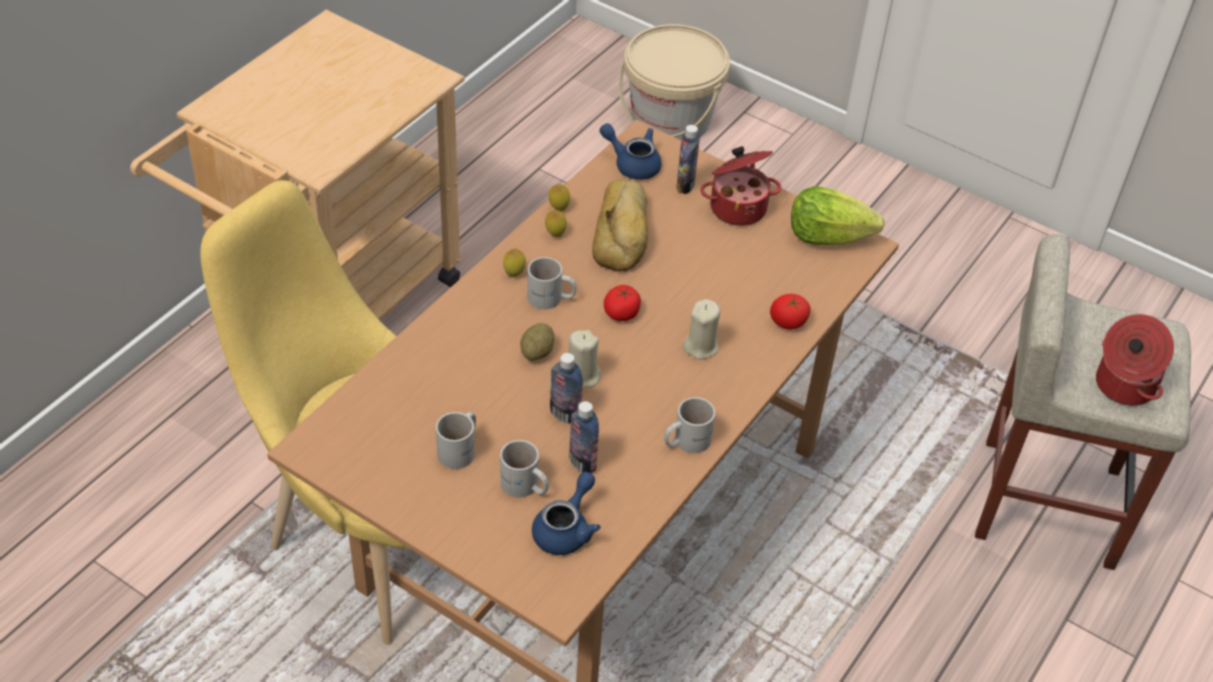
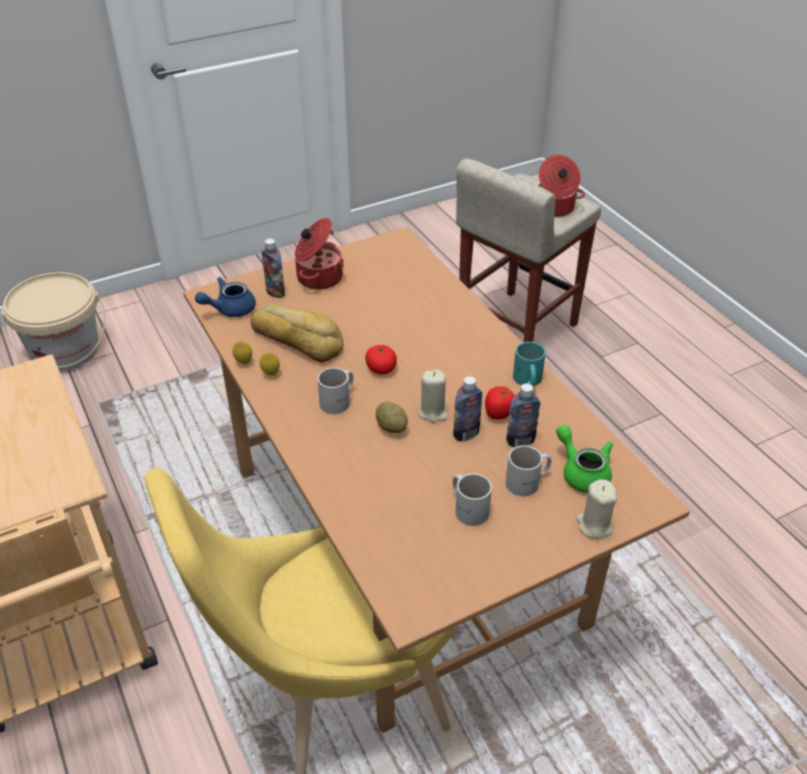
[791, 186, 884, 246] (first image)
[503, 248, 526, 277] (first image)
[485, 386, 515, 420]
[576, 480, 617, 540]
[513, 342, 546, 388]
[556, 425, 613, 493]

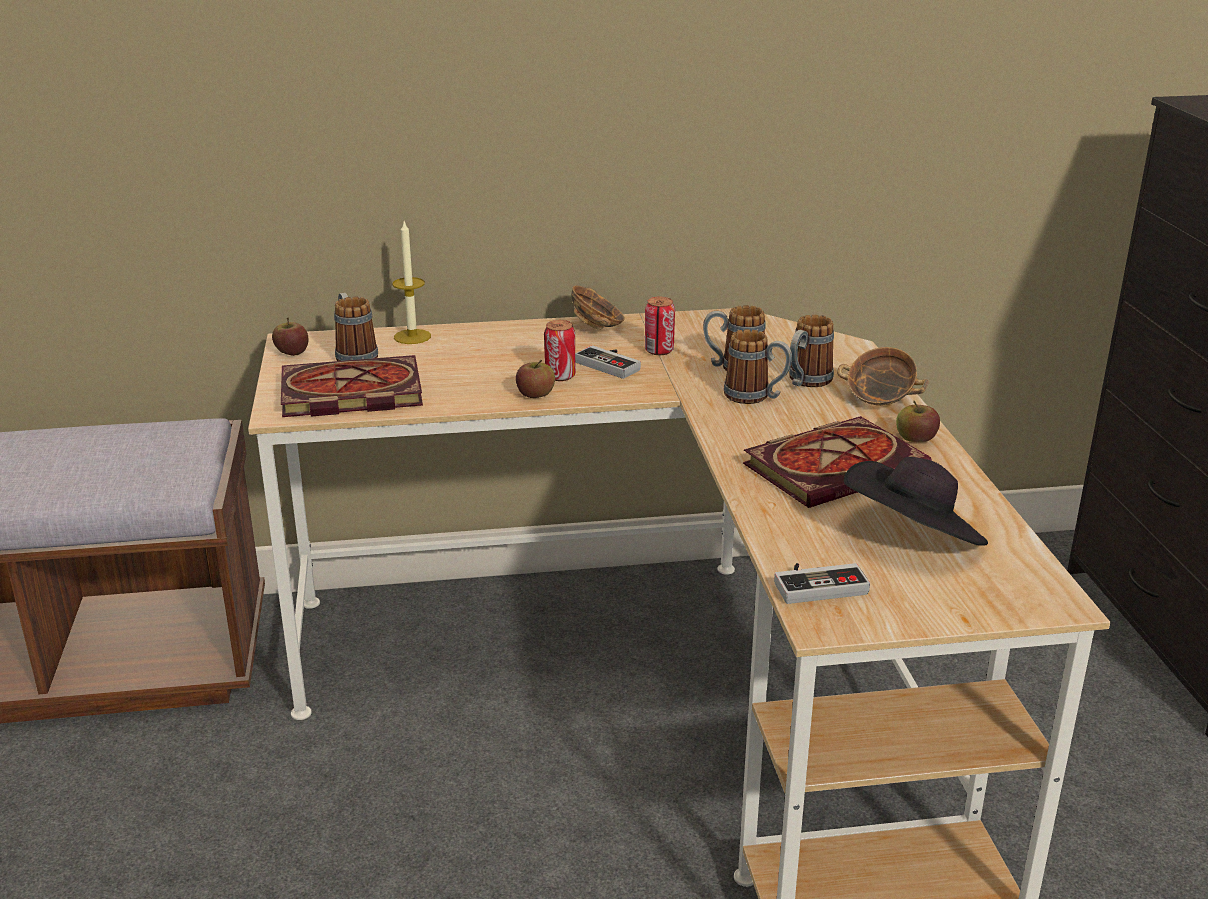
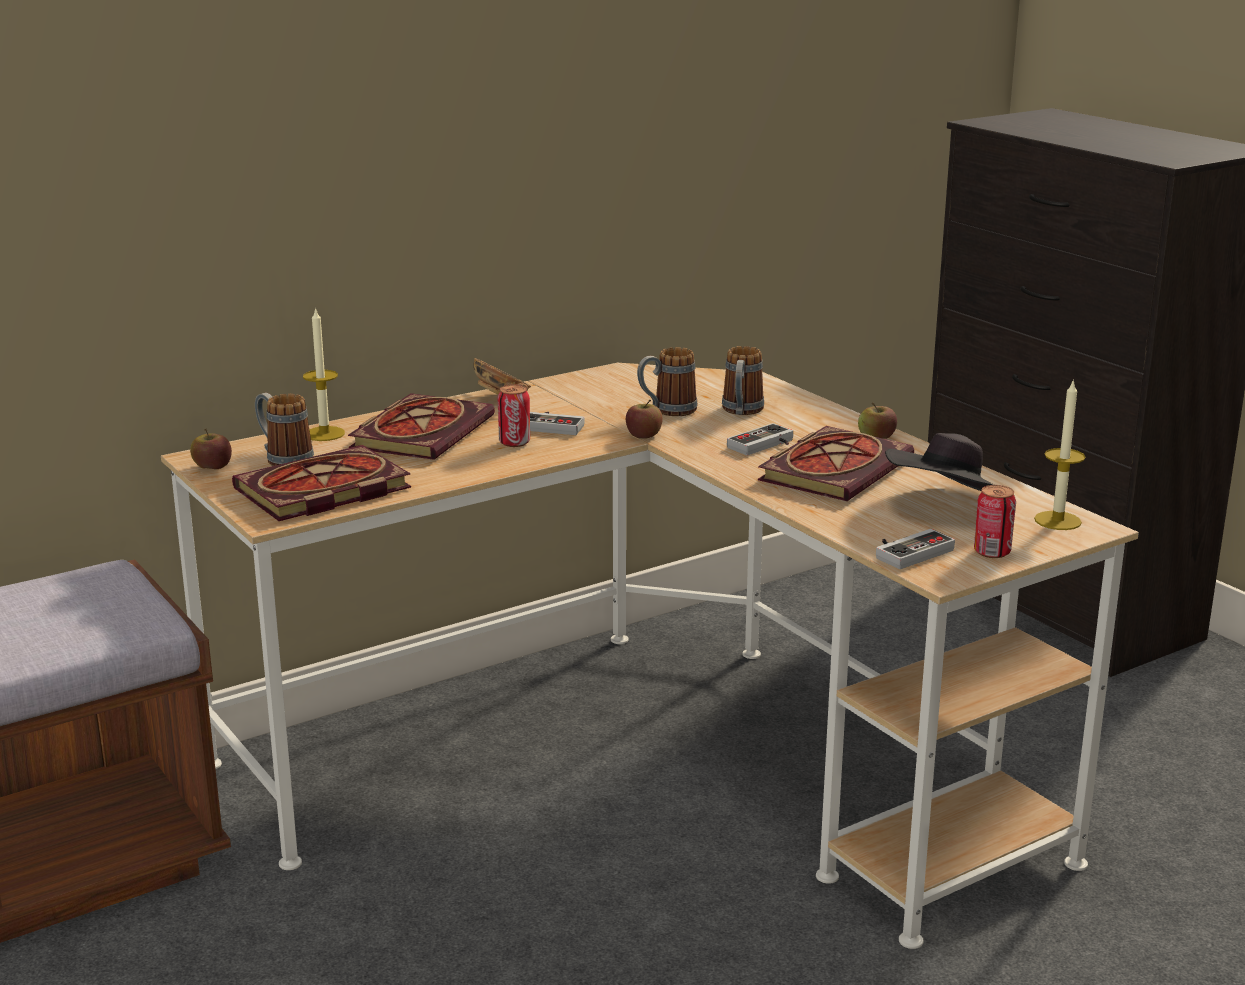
[974, 485, 1016, 558]
[724, 329, 792, 404] (first image)
[837, 347, 929, 405] (first image)
[626, 400, 663, 439]
[1034, 379, 1086, 530]
[348, 393, 495, 460]
[727, 423, 793, 455]

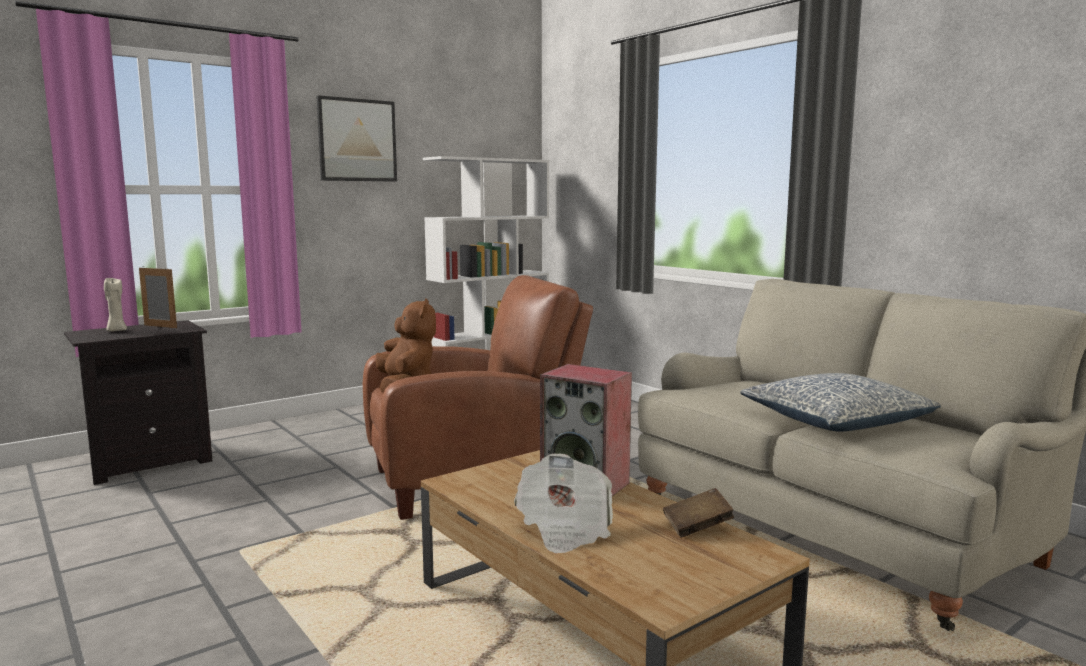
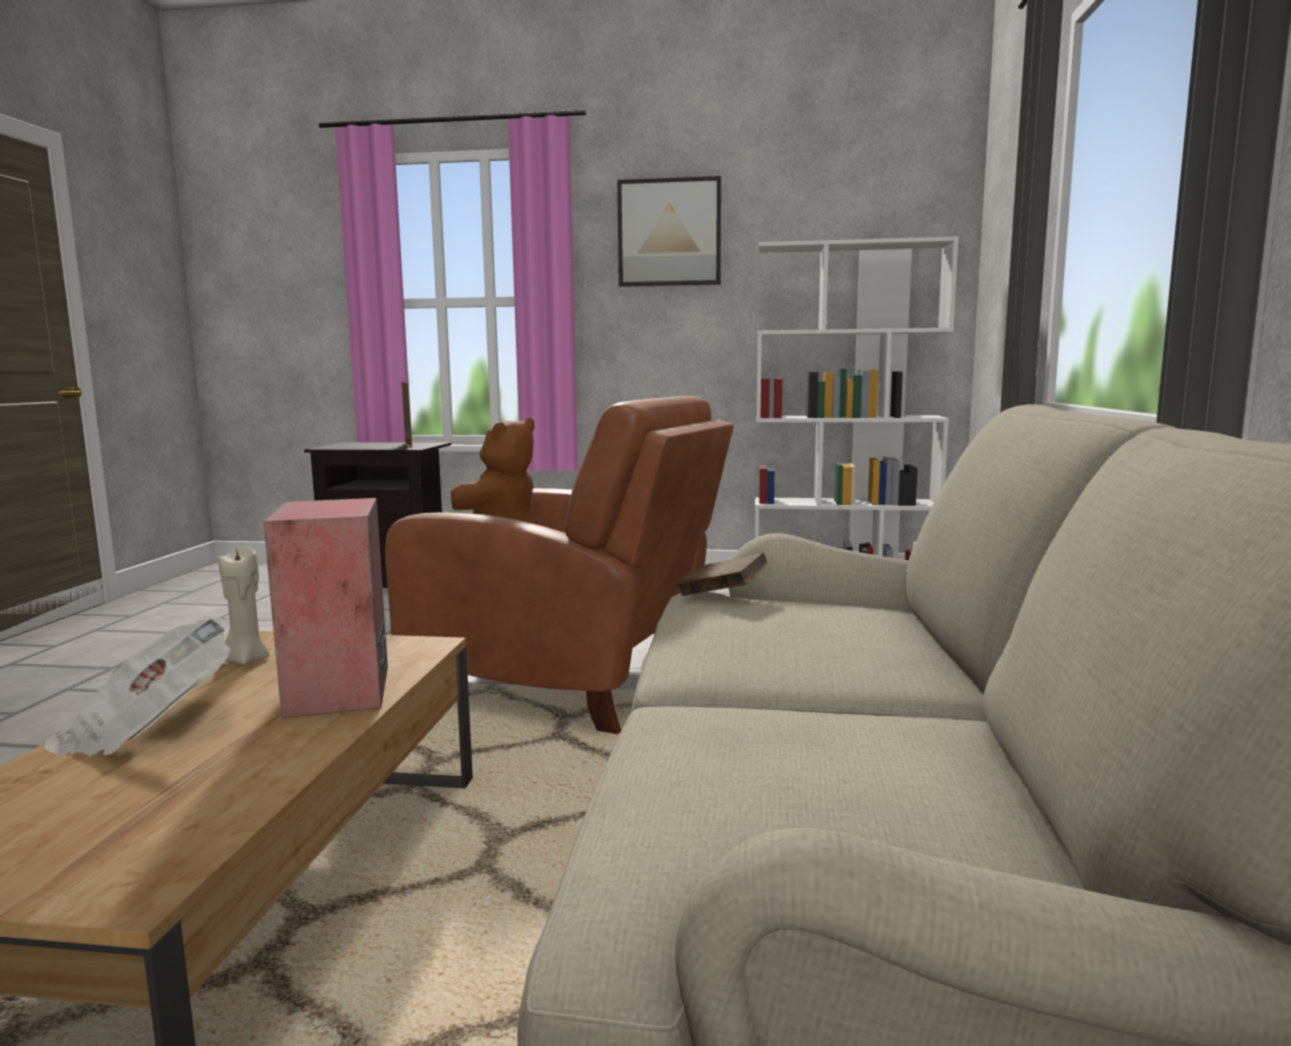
[218, 547, 269, 665]
[740, 373, 941, 432] (first image)
[676, 553, 767, 596]

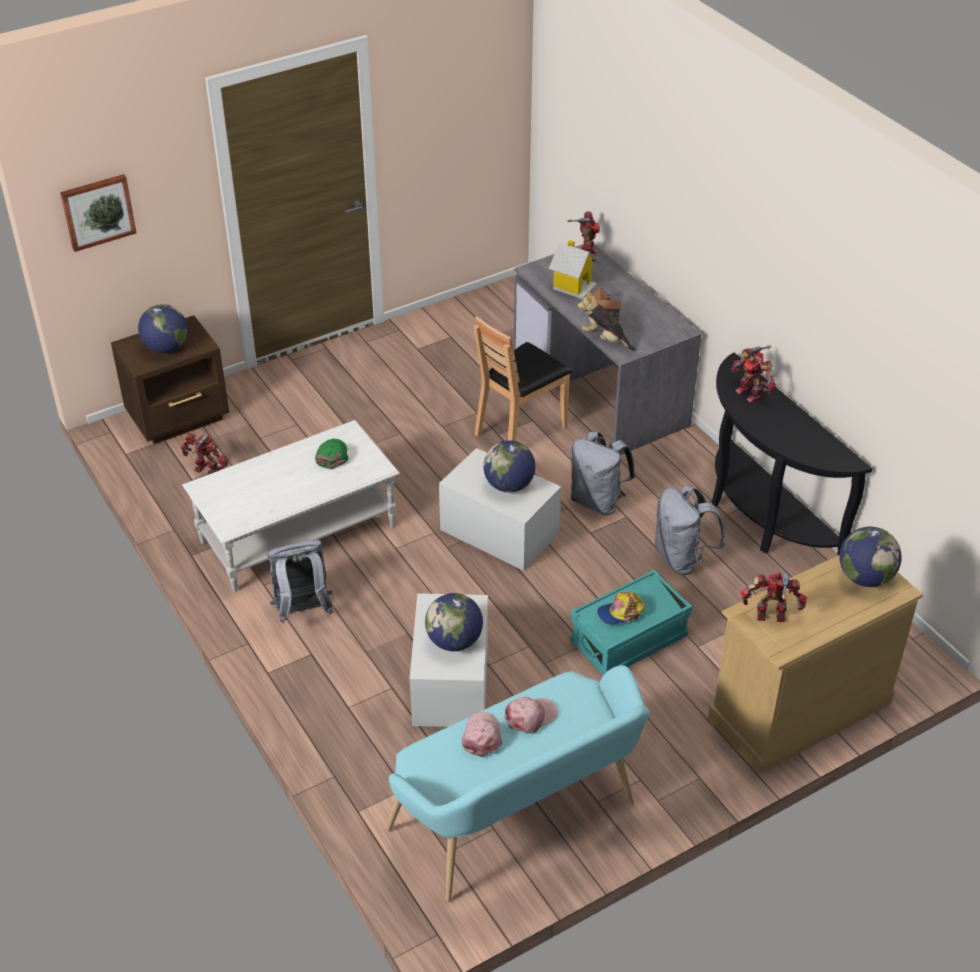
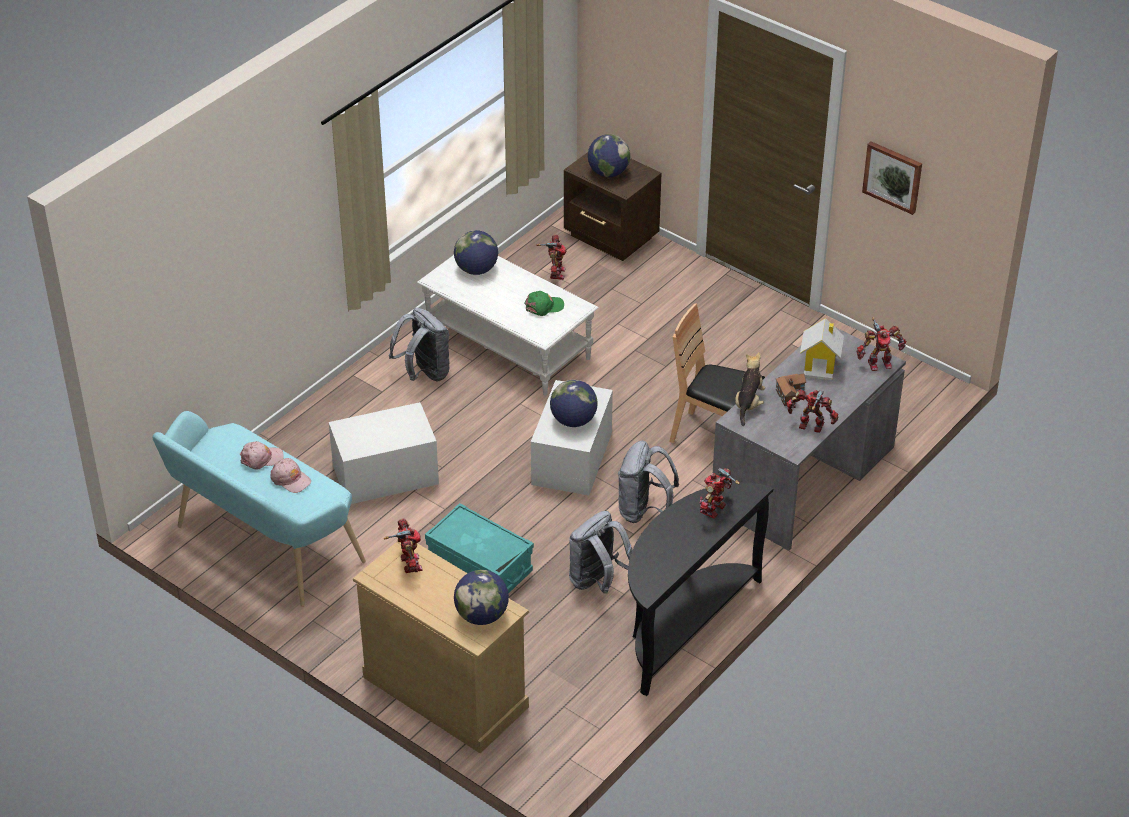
[862, 141, 922, 215]
[597, 592, 645, 625] (first image)
[454, 230, 498, 275]
[787, 389, 838, 433]

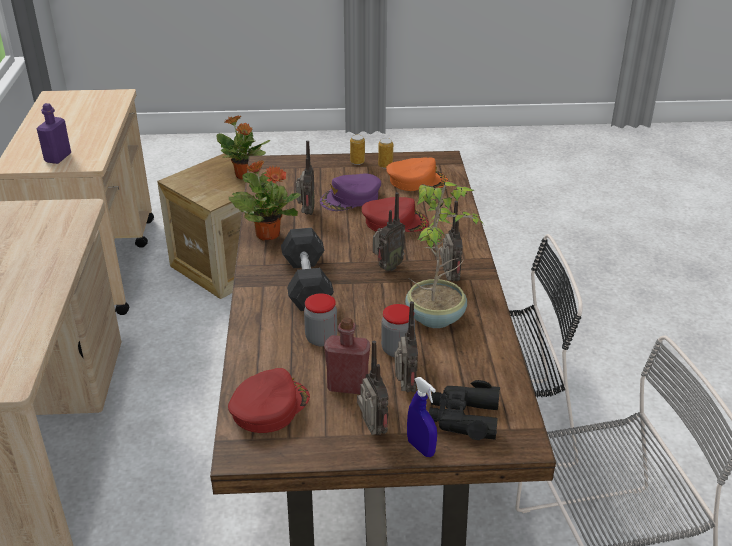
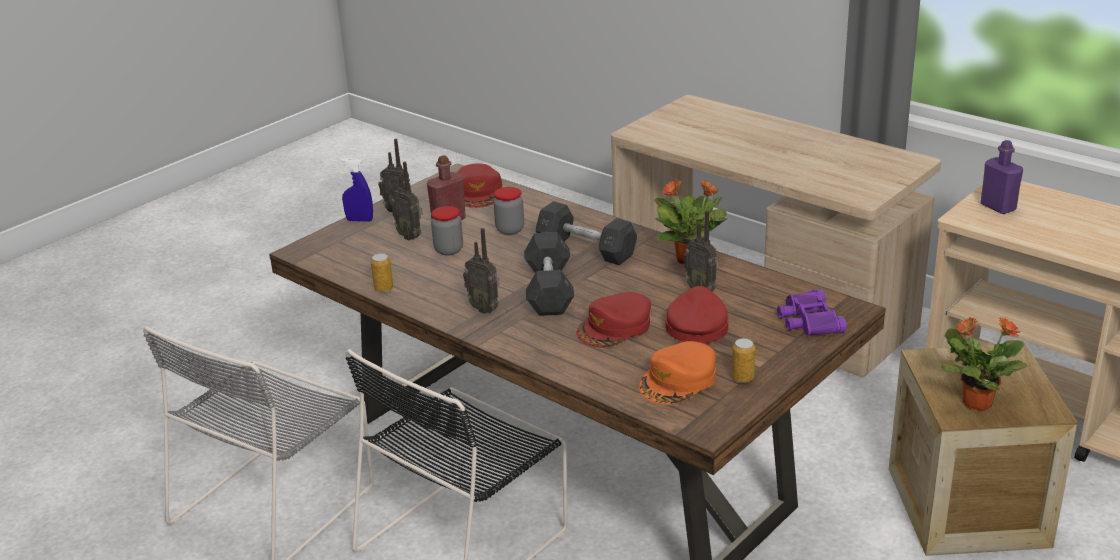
[371, 253, 393, 293]
[666, 286, 728, 343]
[405, 182, 483, 328] (first image)
[524, 232, 574, 316]
[429, 380, 500, 440] (first image)
[777, 289, 847, 336]

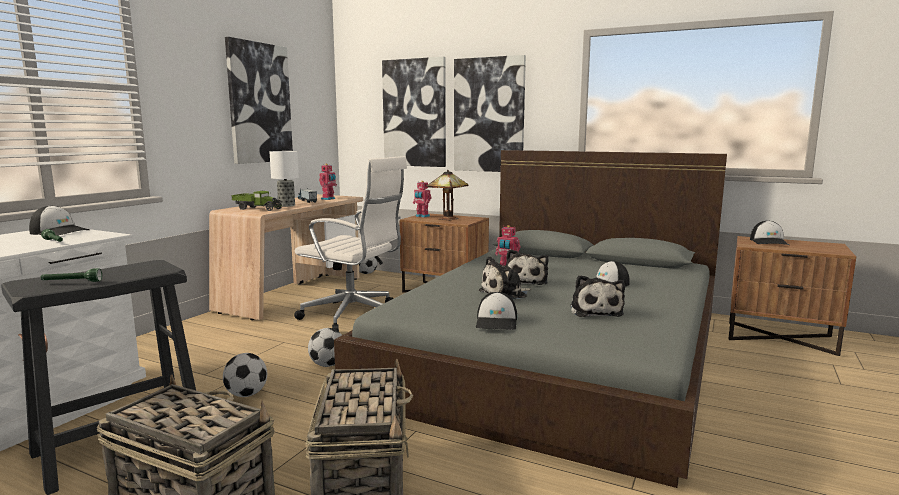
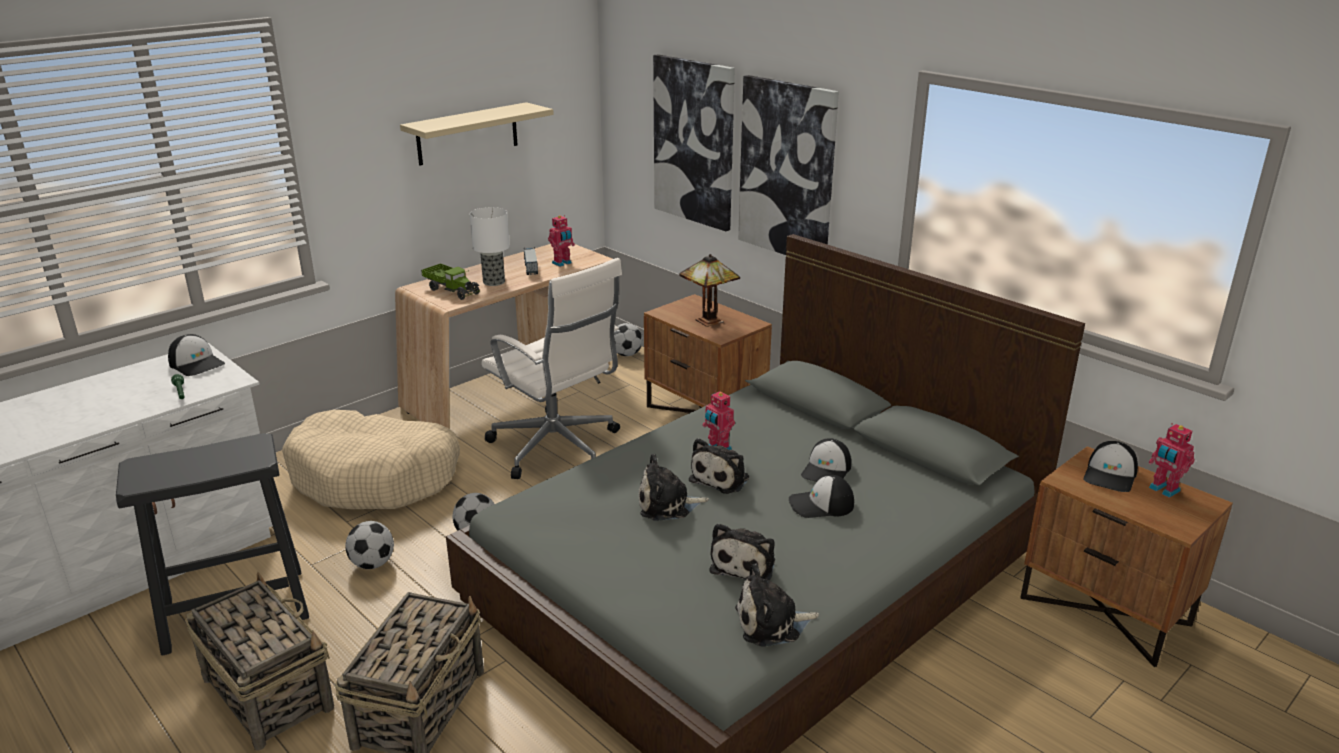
[400, 102, 554, 165]
[1149, 423, 1195, 498]
[40, 268, 102, 282] (first image)
[801, 438, 851, 482]
[282, 410, 460, 509]
[735, 563, 819, 646]

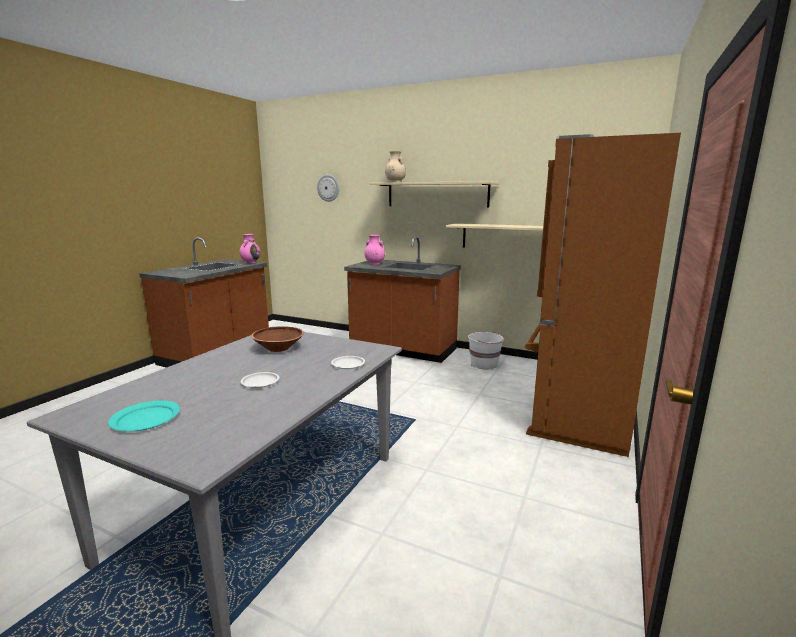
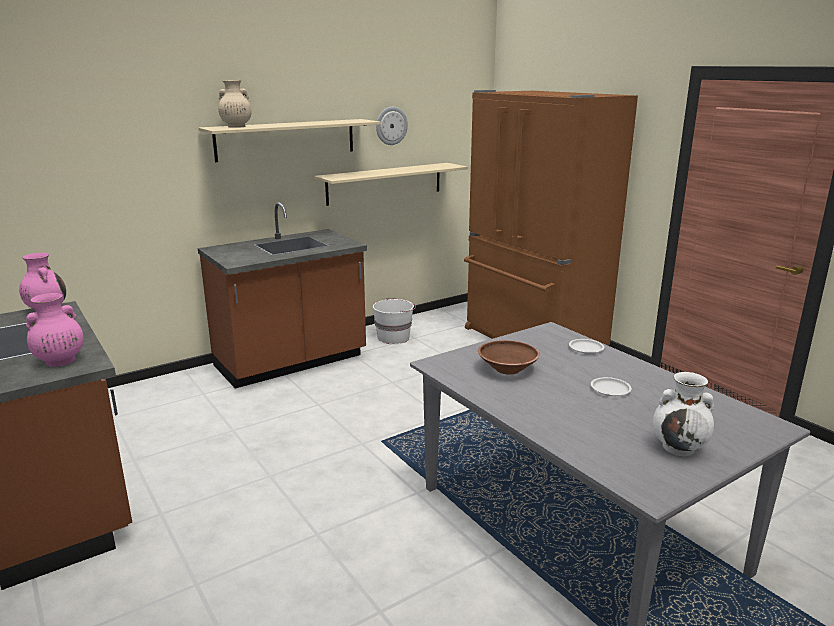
[376, 107, 408, 145]
[26, 293, 84, 367]
[653, 372, 714, 456]

